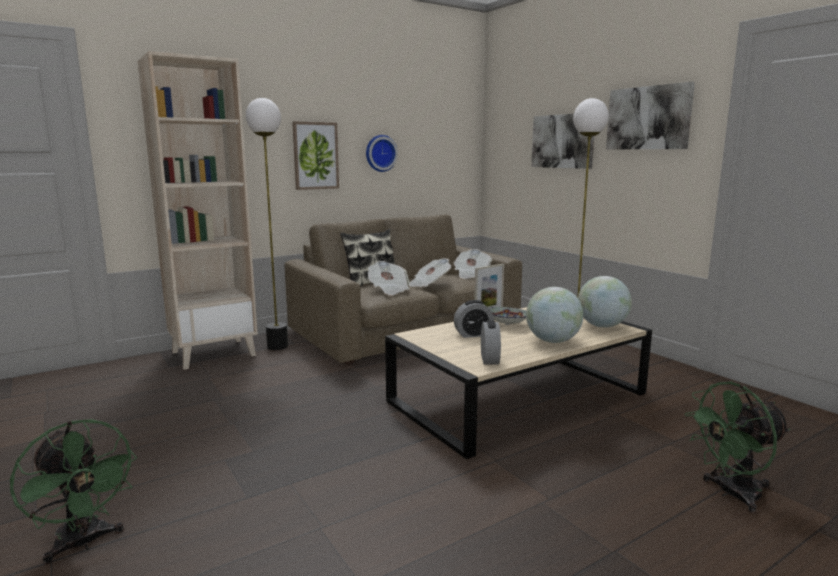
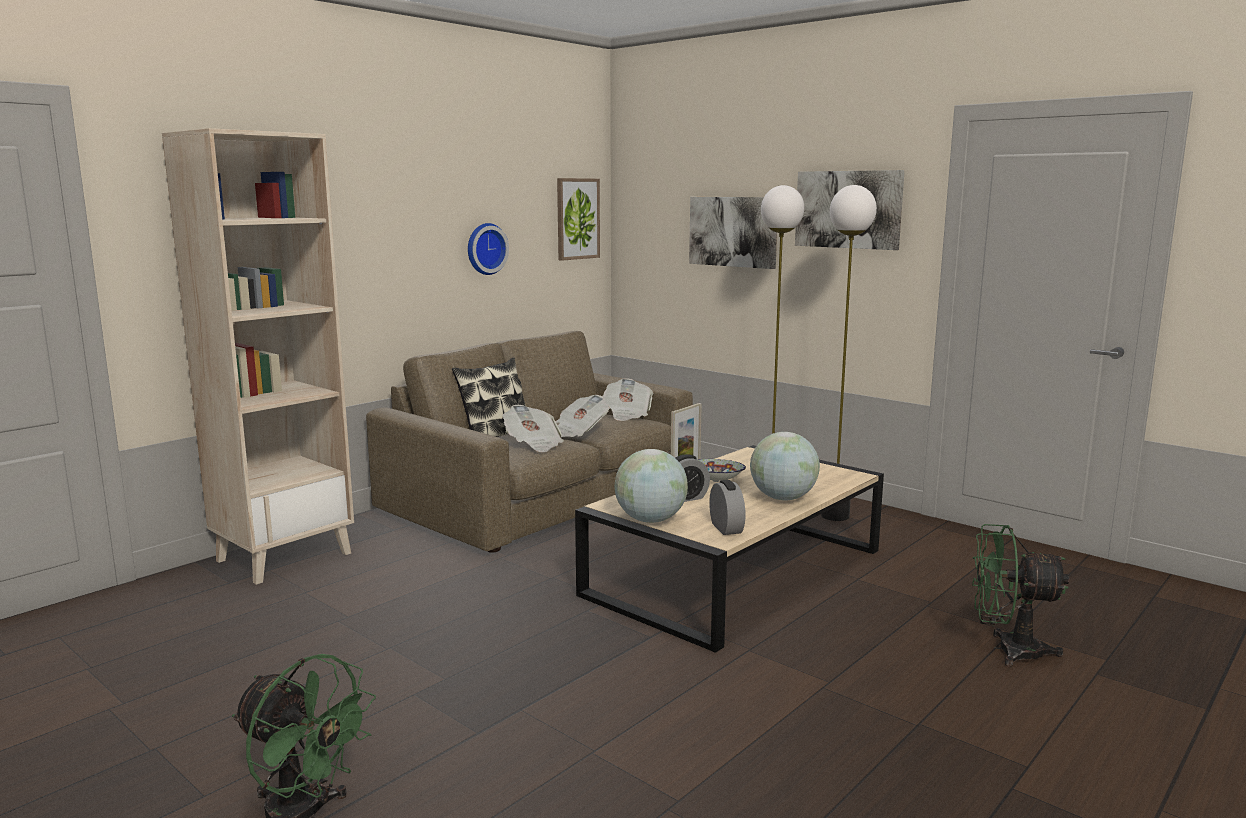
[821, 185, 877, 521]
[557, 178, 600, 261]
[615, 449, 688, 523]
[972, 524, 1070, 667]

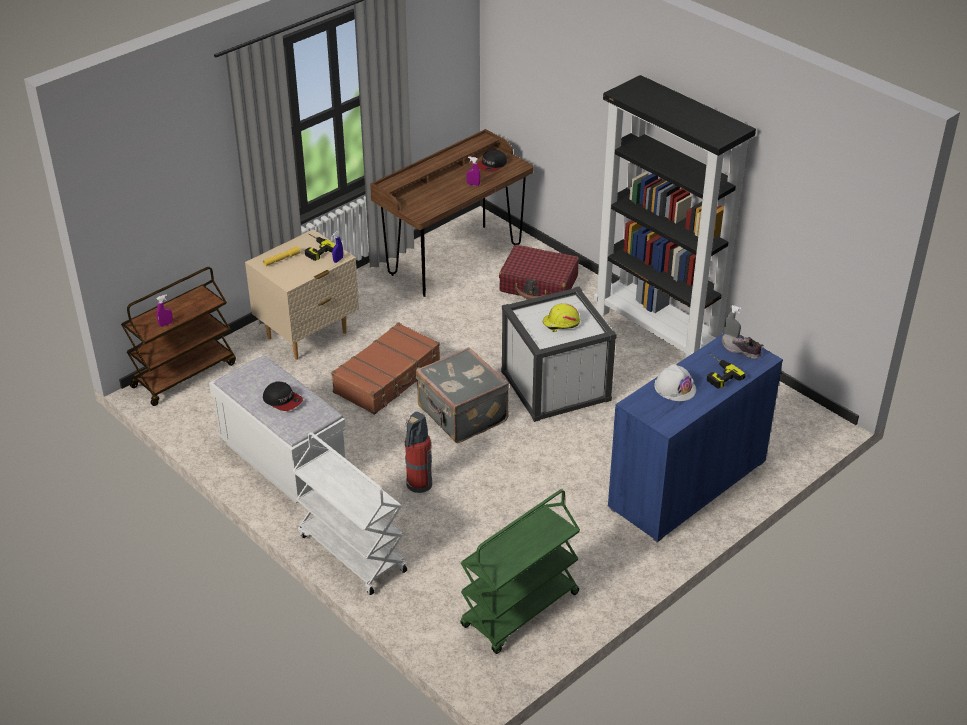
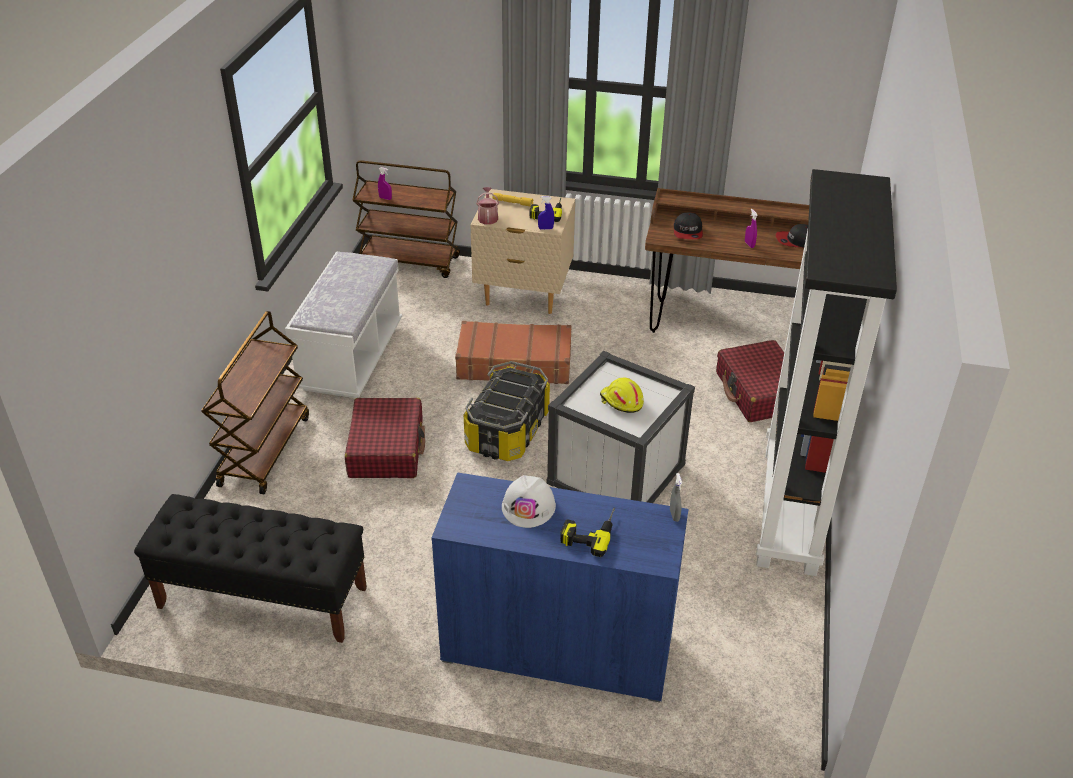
[721, 334, 763, 359] (first image)
[464, 361, 550, 461]
[674, 212, 703, 239]
[345, 398, 425, 478]
[201, 311, 309, 494]
[134, 494, 367, 643]
[476, 187, 499, 225]

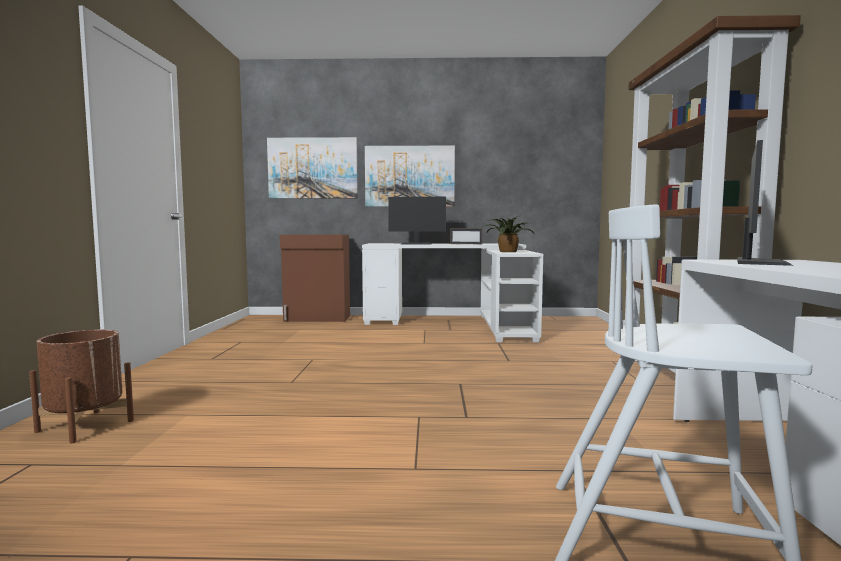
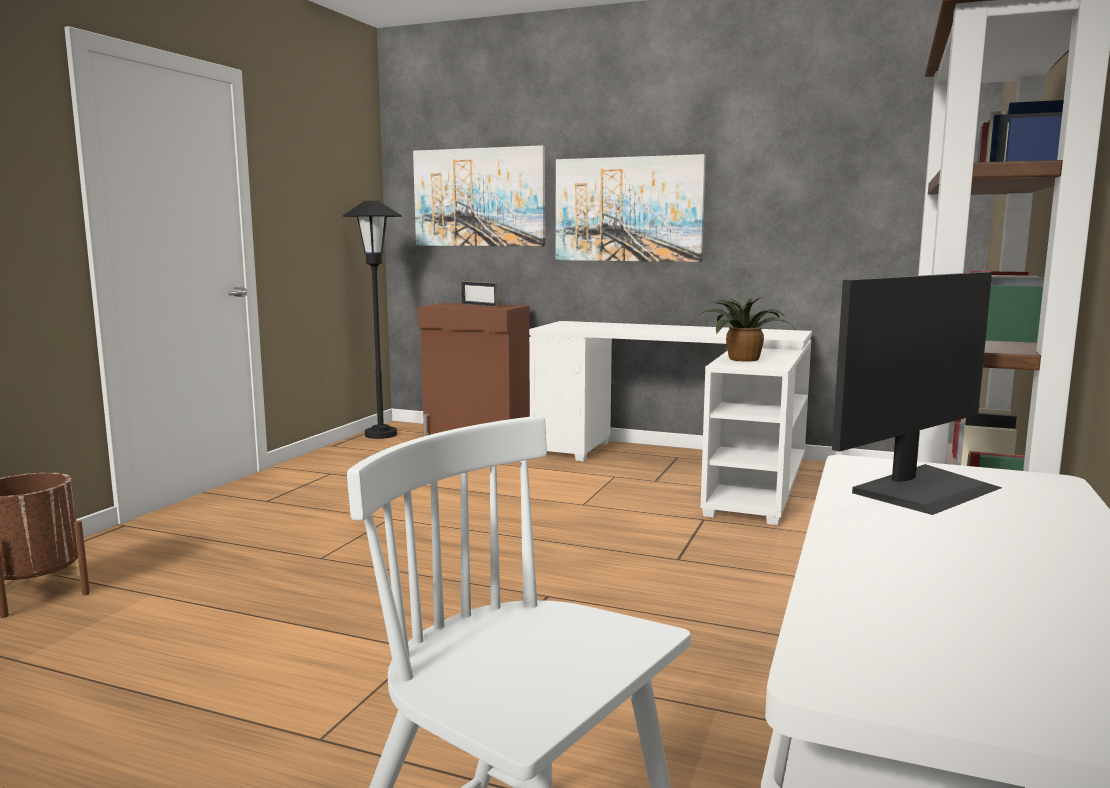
[388, 197, 446, 245] (first image)
[461, 281, 498, 307]
[343, 201, 402, 439]

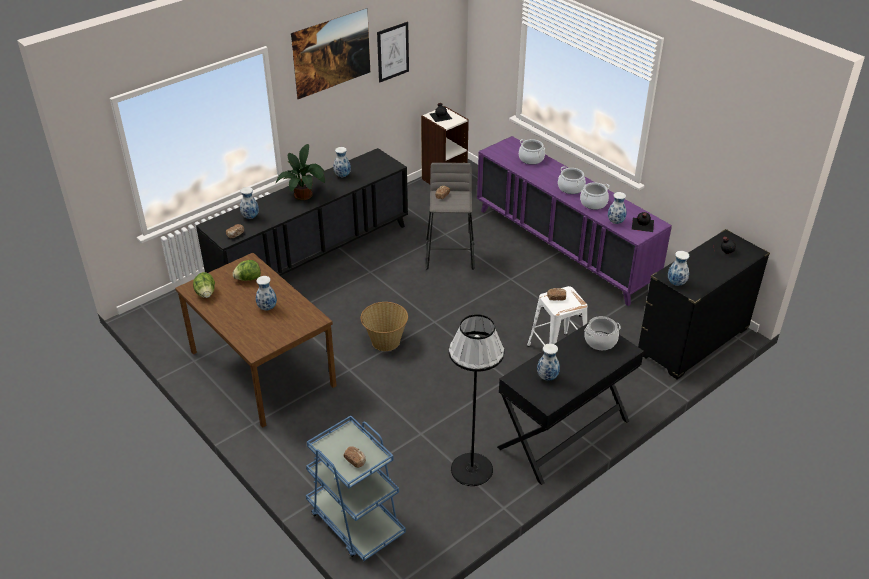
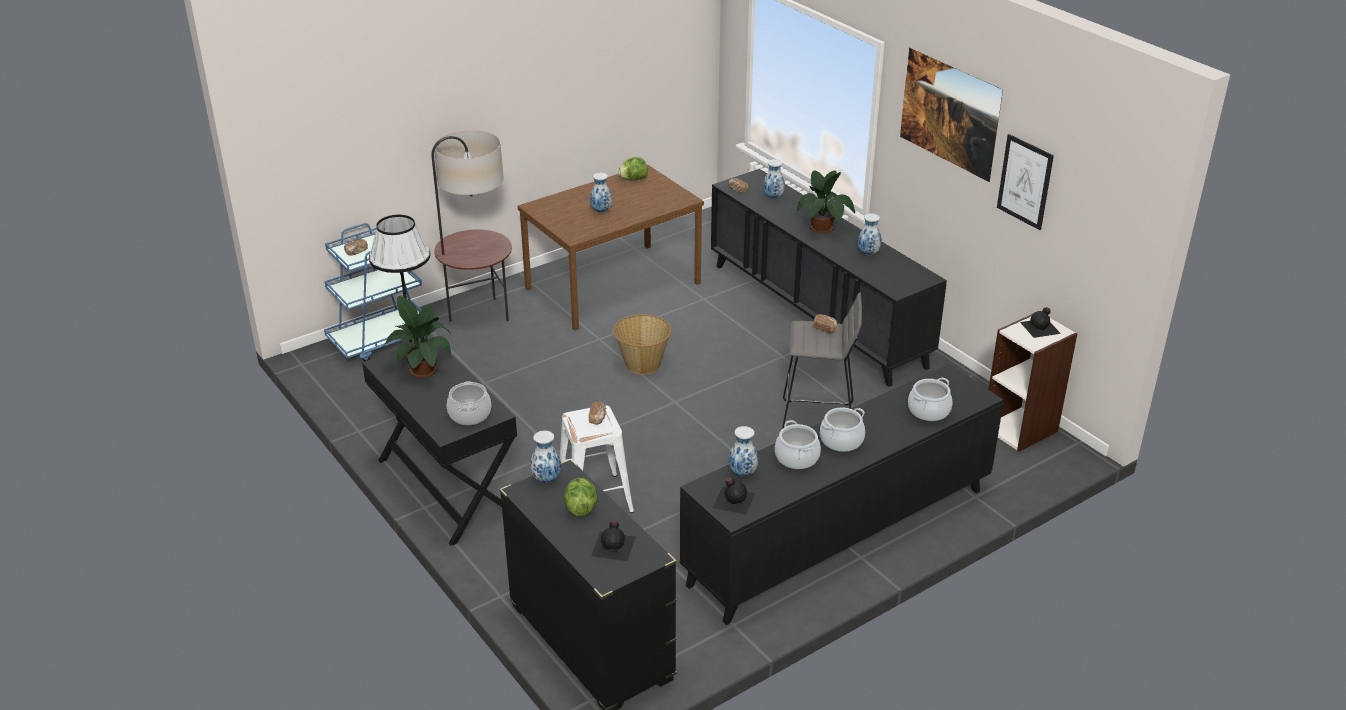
[680, 364, 1003, 625]
[564, 478, 597, 516]
[383, 296, 451, 378]
[431, 130, 512, 322]

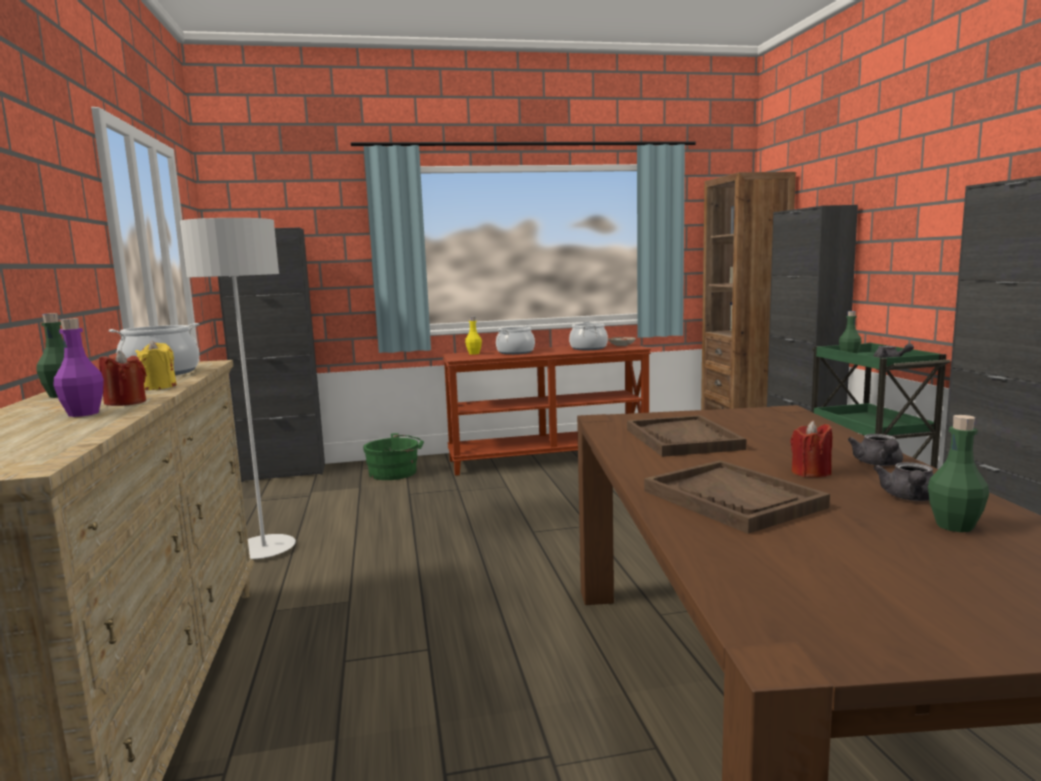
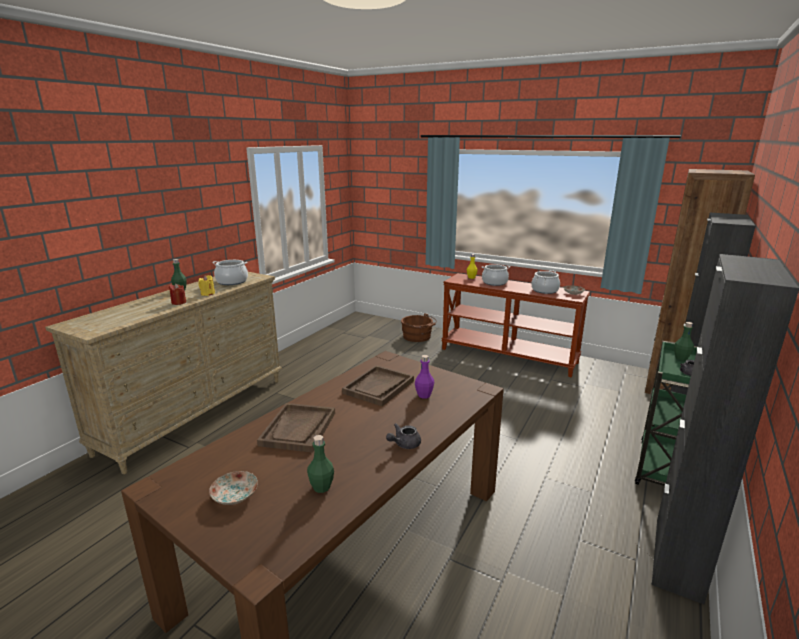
[180, 218, 296, 559] (first image)
[218, 227, 325, 482] (first image)
[415, 355, 434, 399]
[790, 421, 832, 477] (first image)
[401, 313, 437, 342]
[873, 462, 934, 501] (first image)
[209, 471, 258, 505]

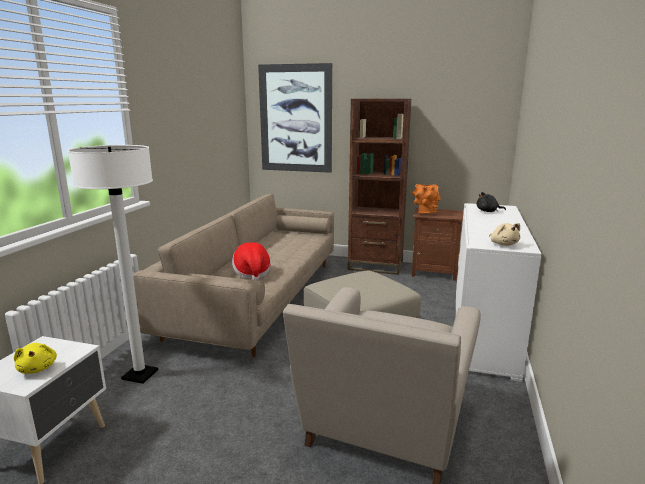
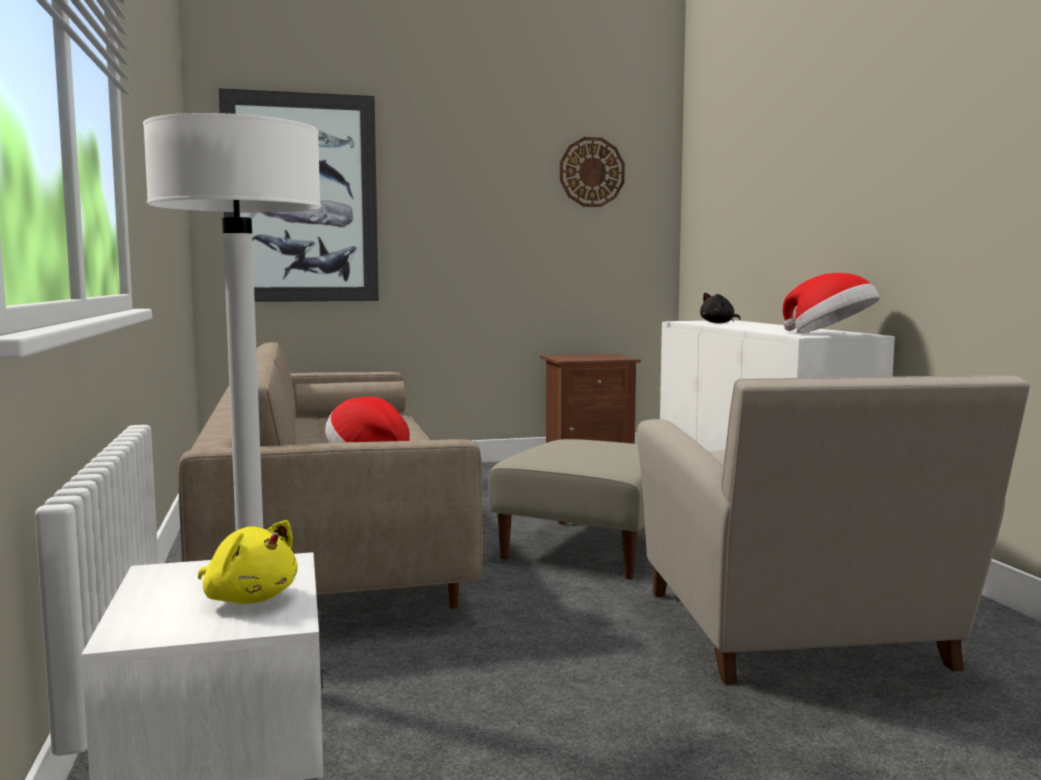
[348, 99, 412, 275] (first image)
[411, 184, 441, 214] (first image)
[783, 273, 880, 333]
[560, 137, 625, 207]

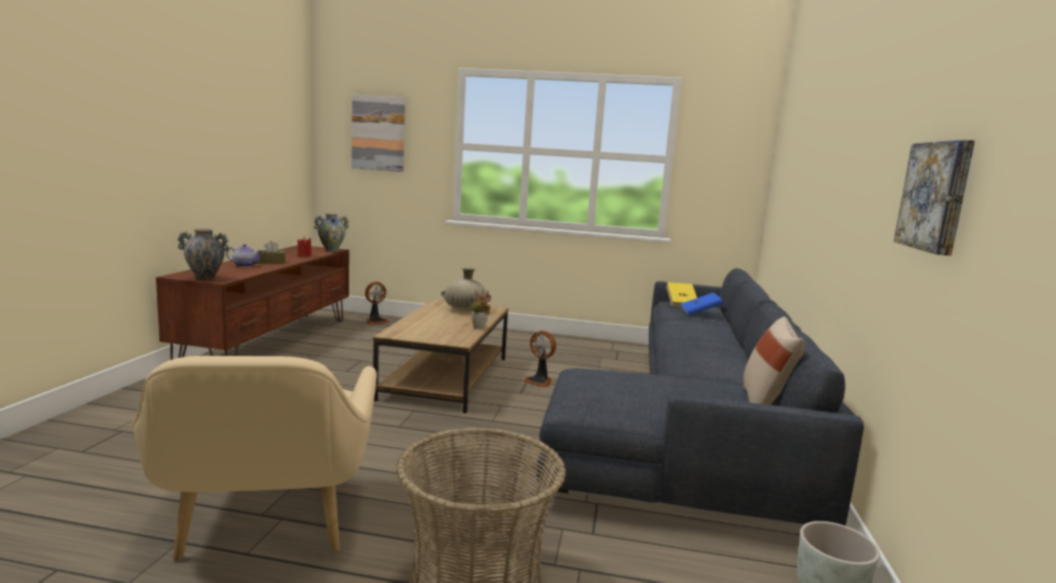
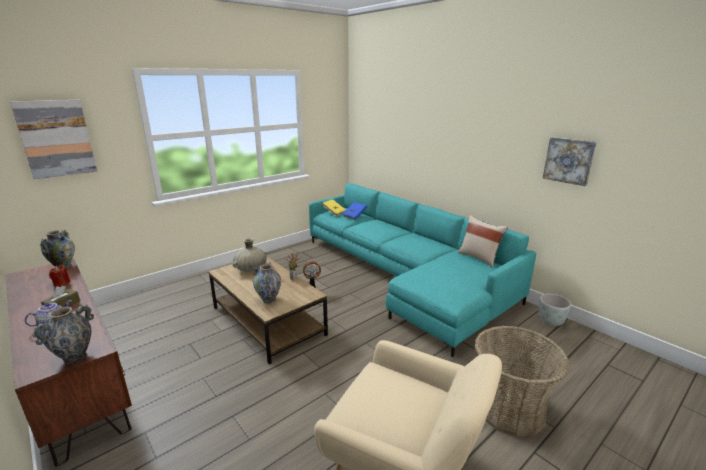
[309, 183, 536, 357]
[365, 282, 389, 325] (first image)
[253, 262, 281, 303]

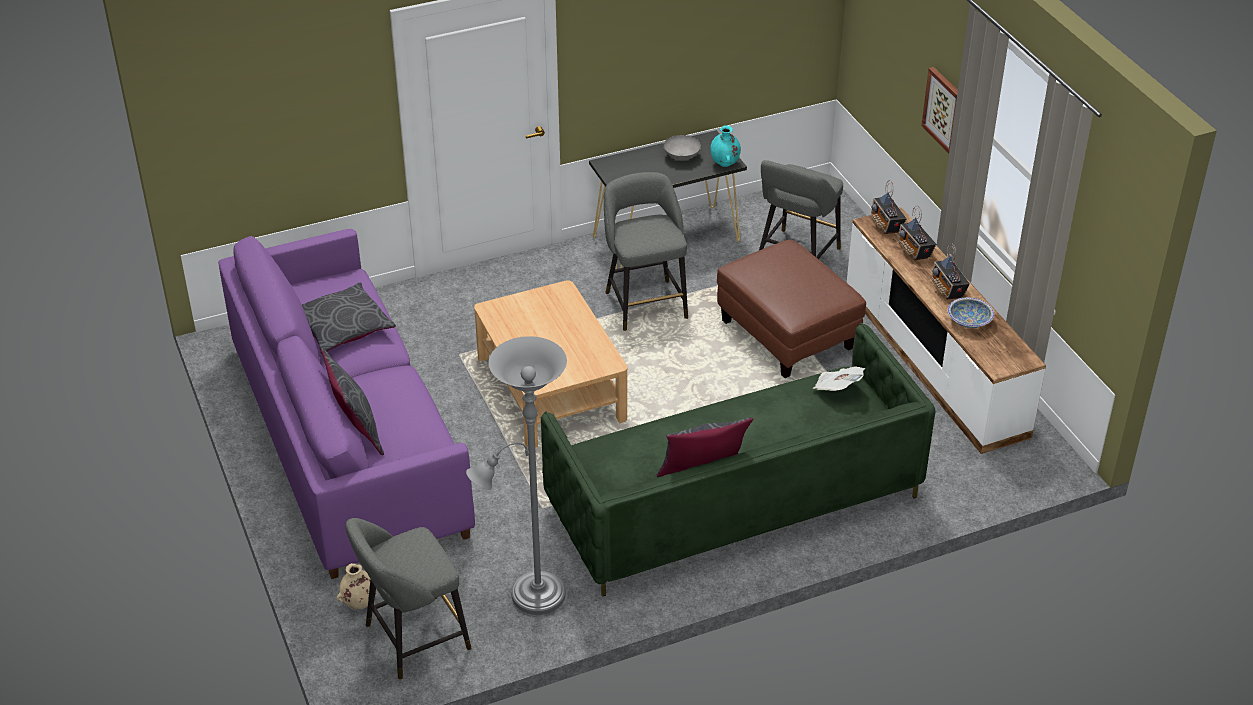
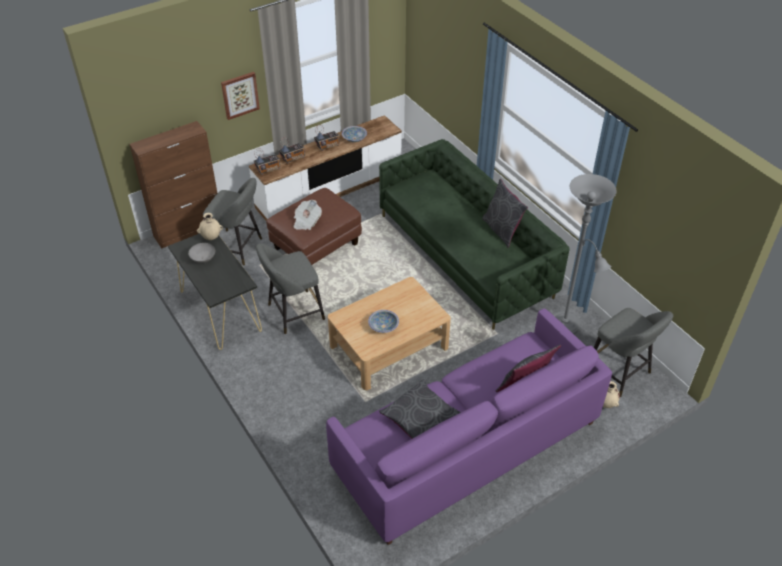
[197, 213, 223, 240]
[294, 200, 322, 230]
[129, 121, 217, 248]
[368, 310, 399, 333]

